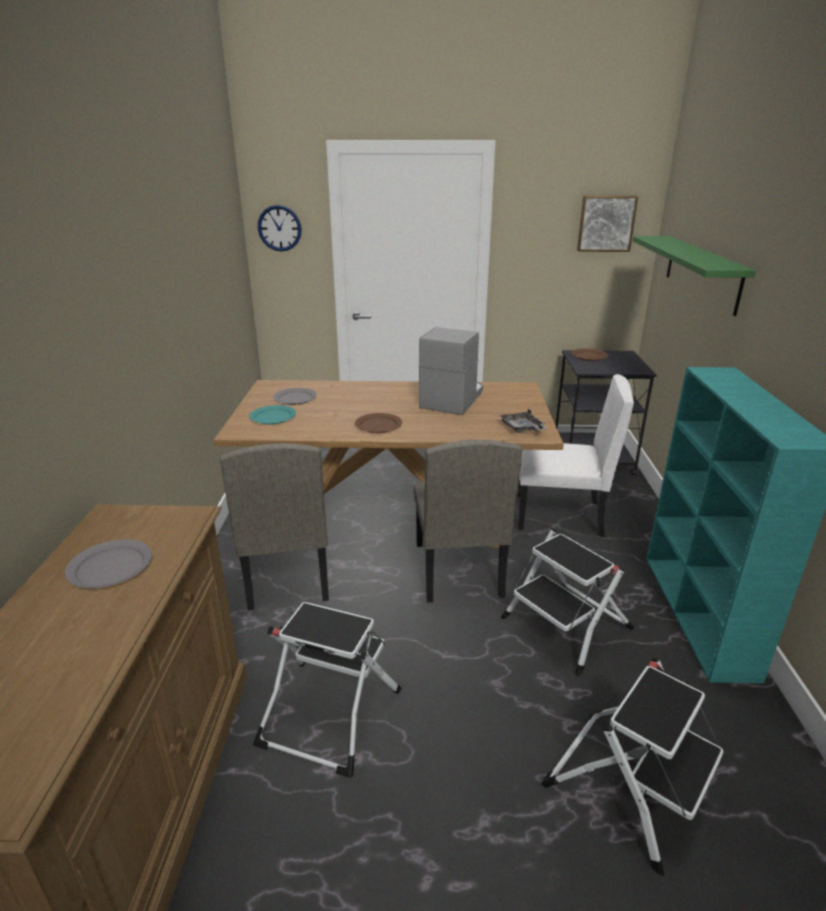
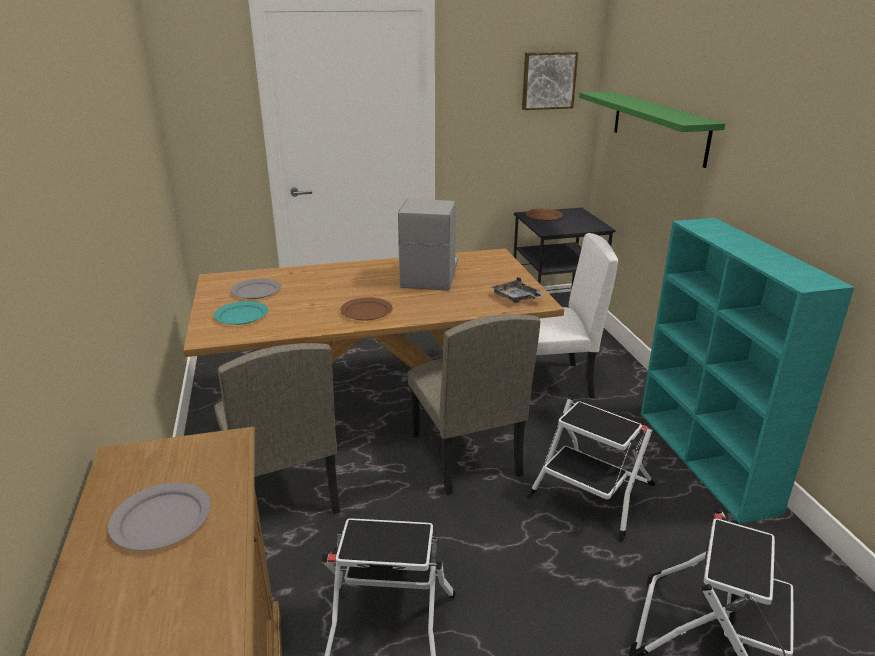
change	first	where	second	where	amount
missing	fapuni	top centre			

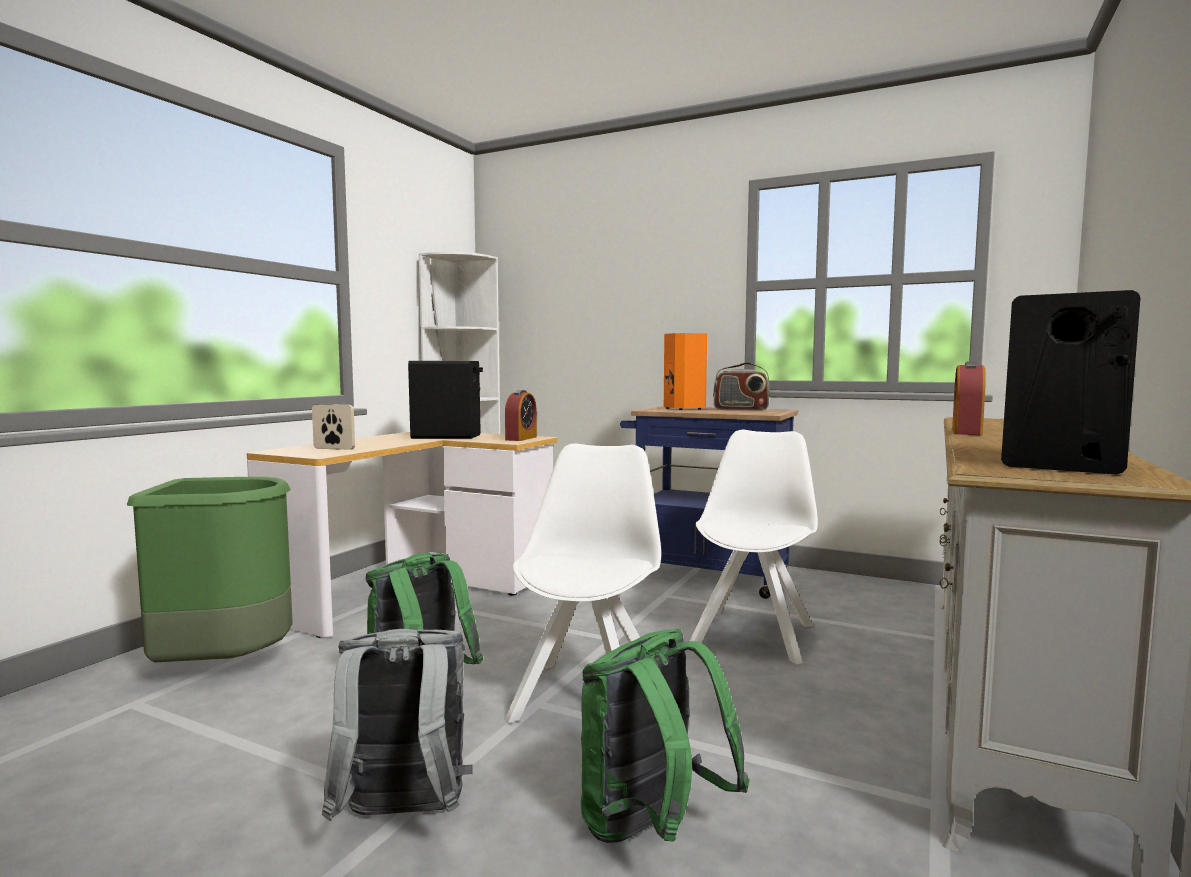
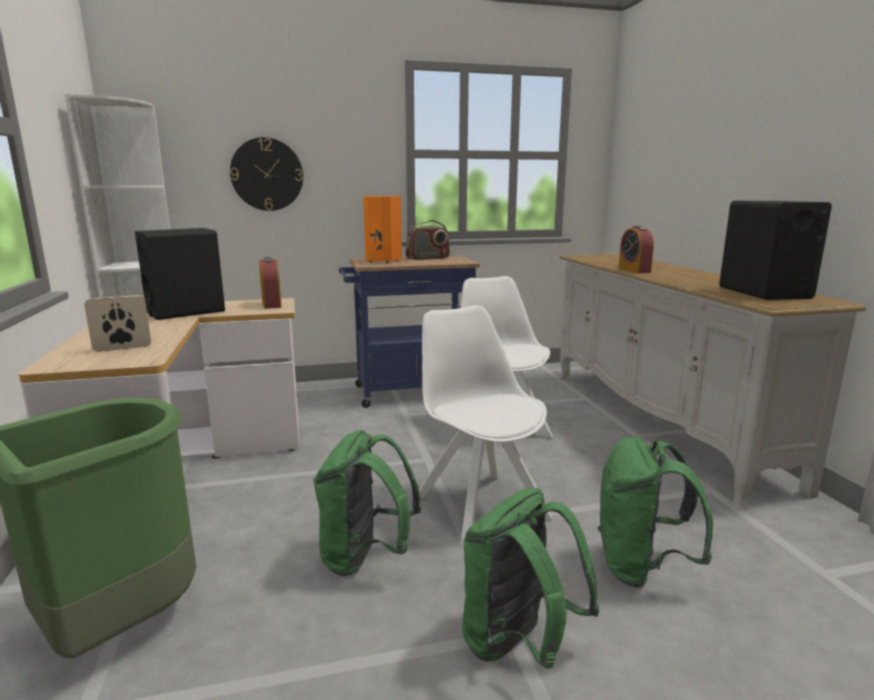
change	first	where	second	where	amount
appeared			fapuni	top left	
colour	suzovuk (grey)	bottom centre	suzovuk (green) (no. 2 from left)	bottom centre	

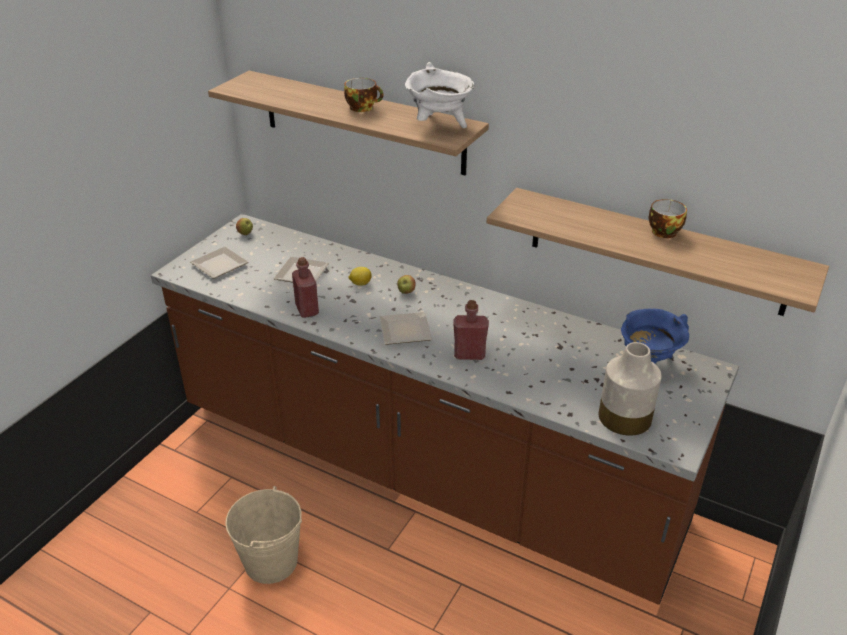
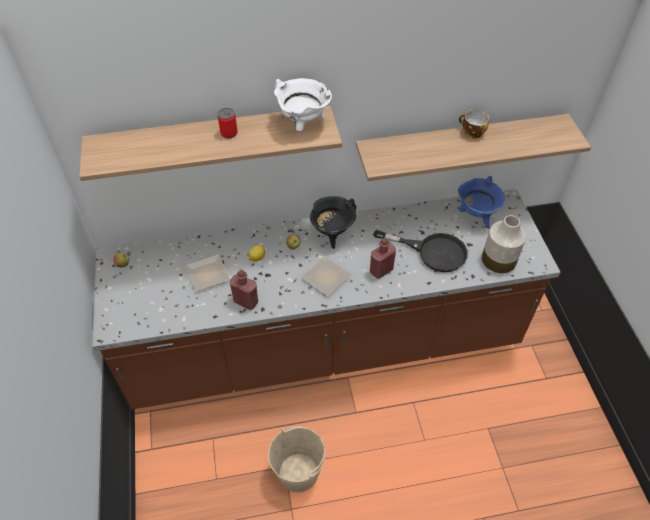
change	first	where	second	where	amount
exchanged	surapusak (no. 1 from left)	top centre	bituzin	top centre	
appeared			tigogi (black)	centre	
appeared			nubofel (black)	centre	
missing	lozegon (no. 1 from left)	middle left			

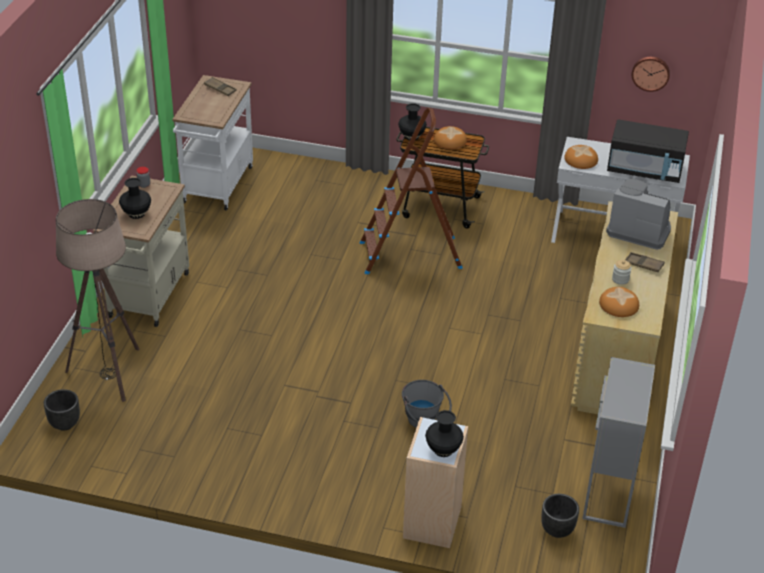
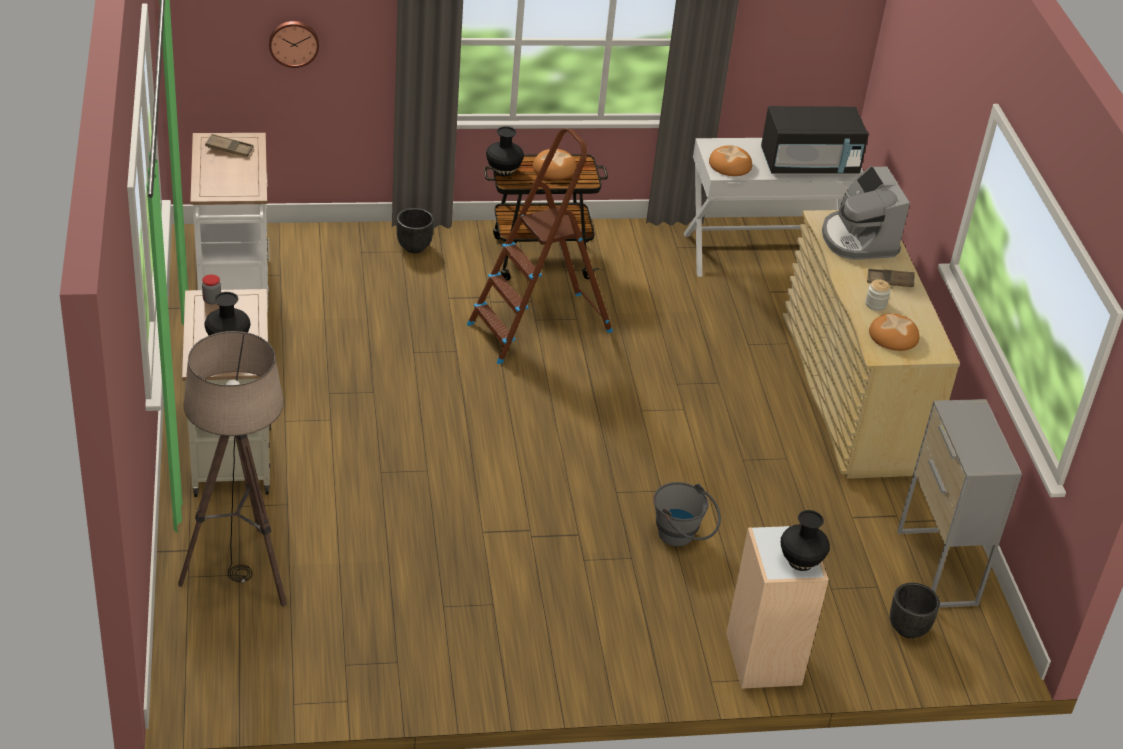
change	first	where	second	where	amount
relocated	fapuni	top right		top left	
relocated	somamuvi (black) (no. 1 from left)	bottom left		top centre	
spun	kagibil	middle right		top right	105 degrees counterclockwise

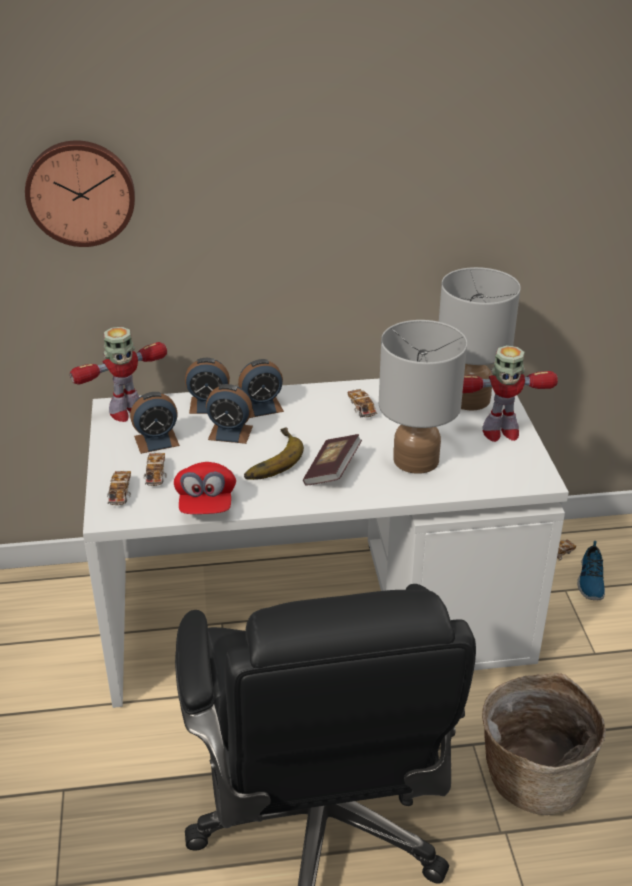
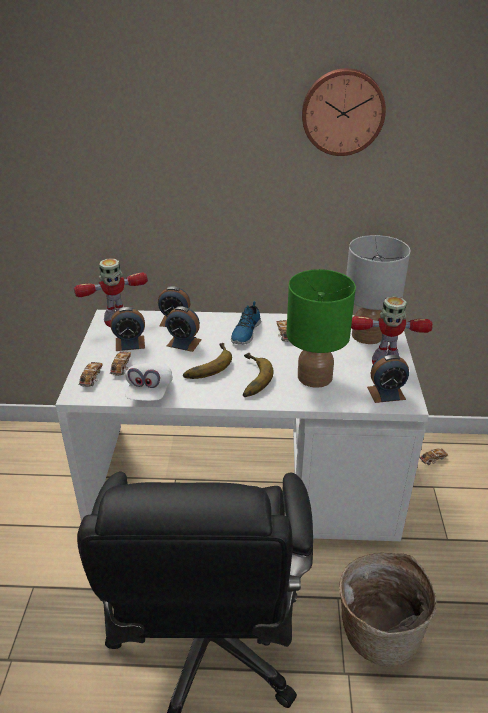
change	first	where	second	where	amount
colour	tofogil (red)	middle left	tofogil (white)	middle left	
relocated	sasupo	middle right		centre	
exchanged	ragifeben	centre	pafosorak (no. 2 from left)	centre	
colour	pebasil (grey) (no. 1 from left)	middle right	pebasil (green)	centre	
relocated	fapuni	top left		top right	
relocated	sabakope (no. 4 from left)	centre		middle right	

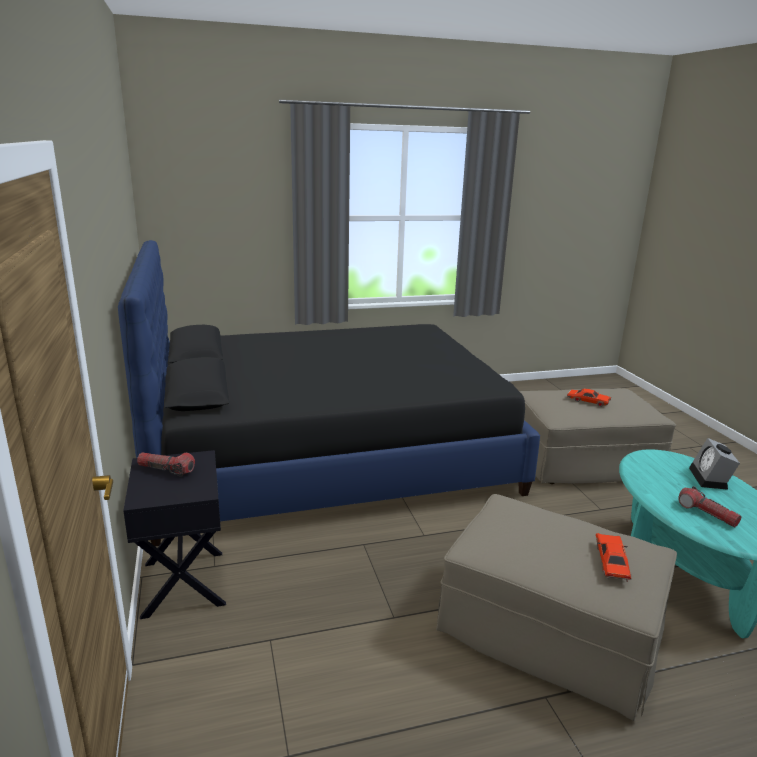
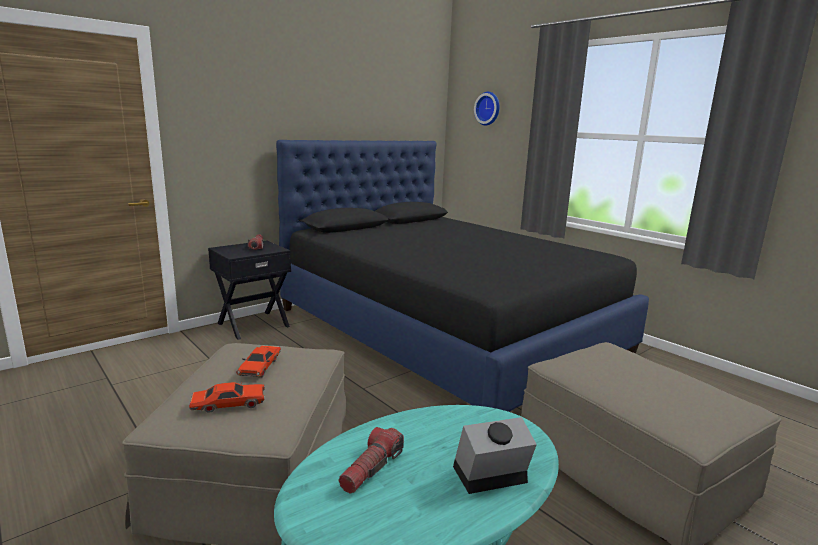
change	first	where	second	where	amount
relocated	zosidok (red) (no. 1 from left in the first image)	middle right	zosidok (red) (no. 2 from left)	middle left	
appeared			fapuni	top centre	

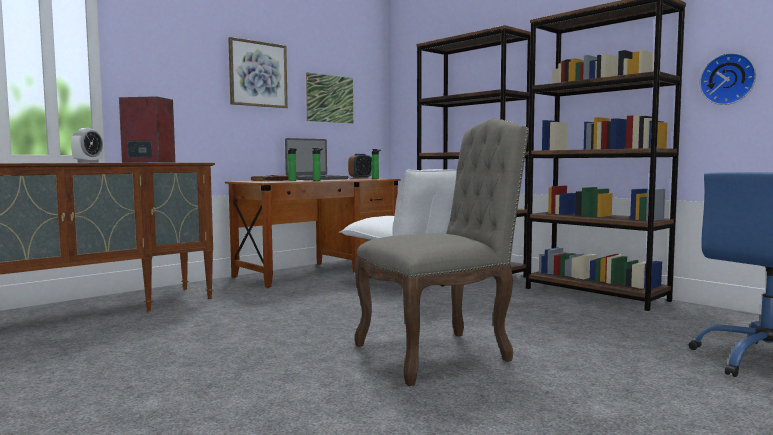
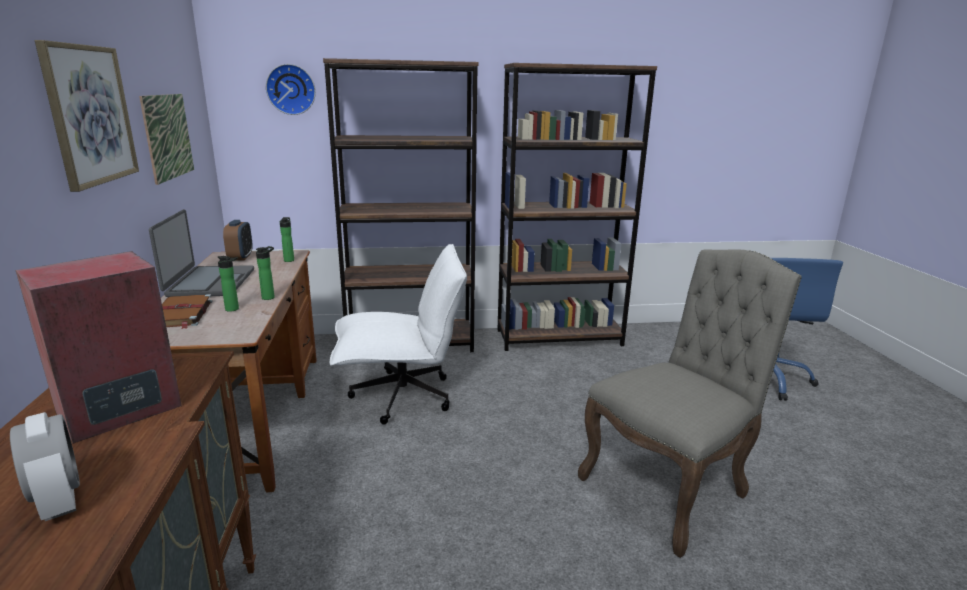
change	first	where	second	where	amount
relocated	fapuni	top right		top left	
spun	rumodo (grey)	centre		bottom right	45 degrees clockwise

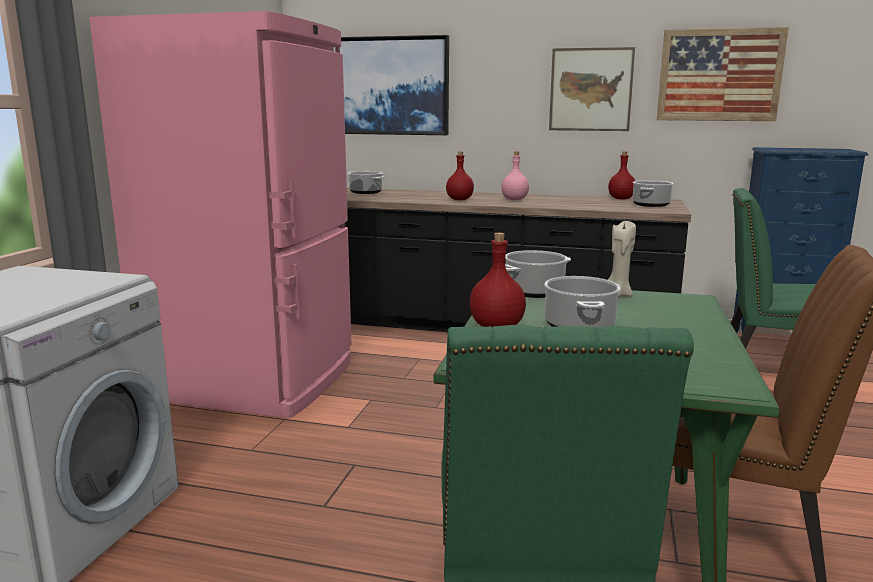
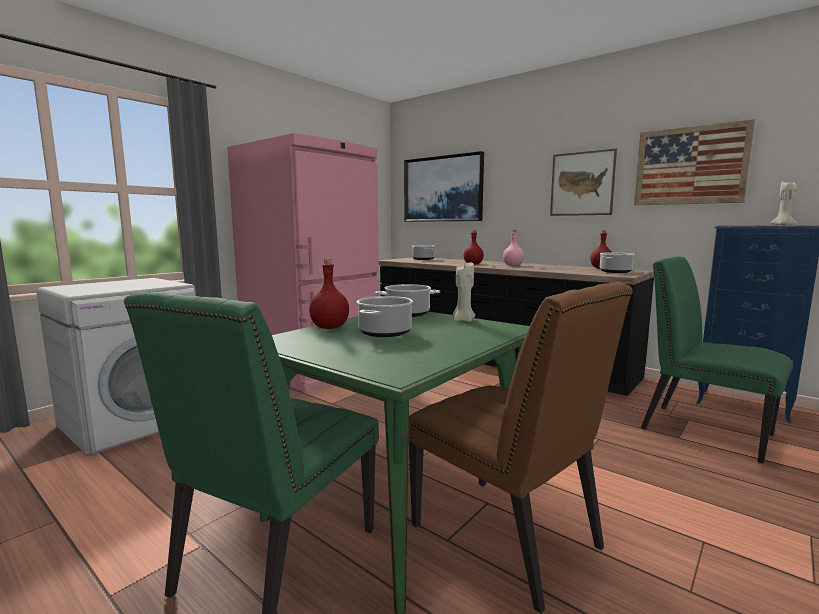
change	first	where	second	where	amount
appeared			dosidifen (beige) (no. 2 from left)	top right	

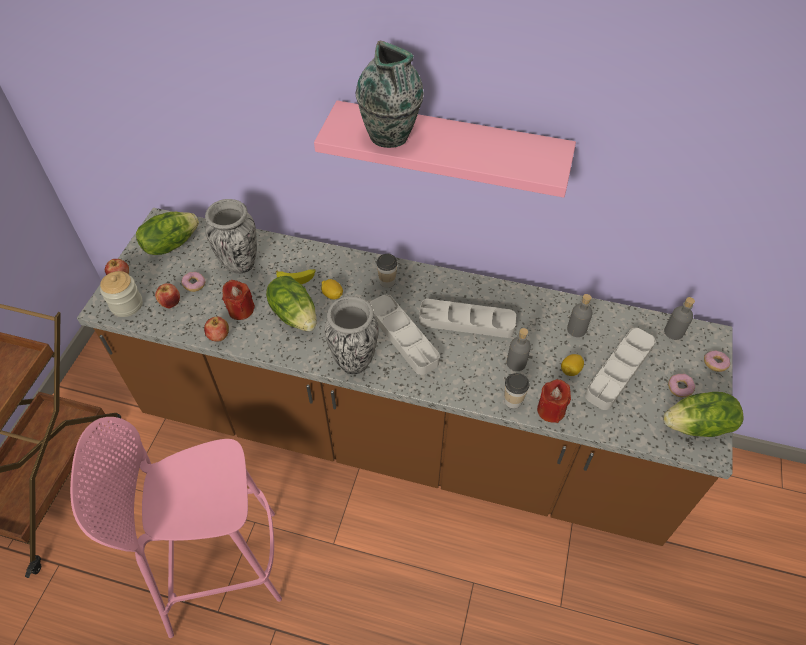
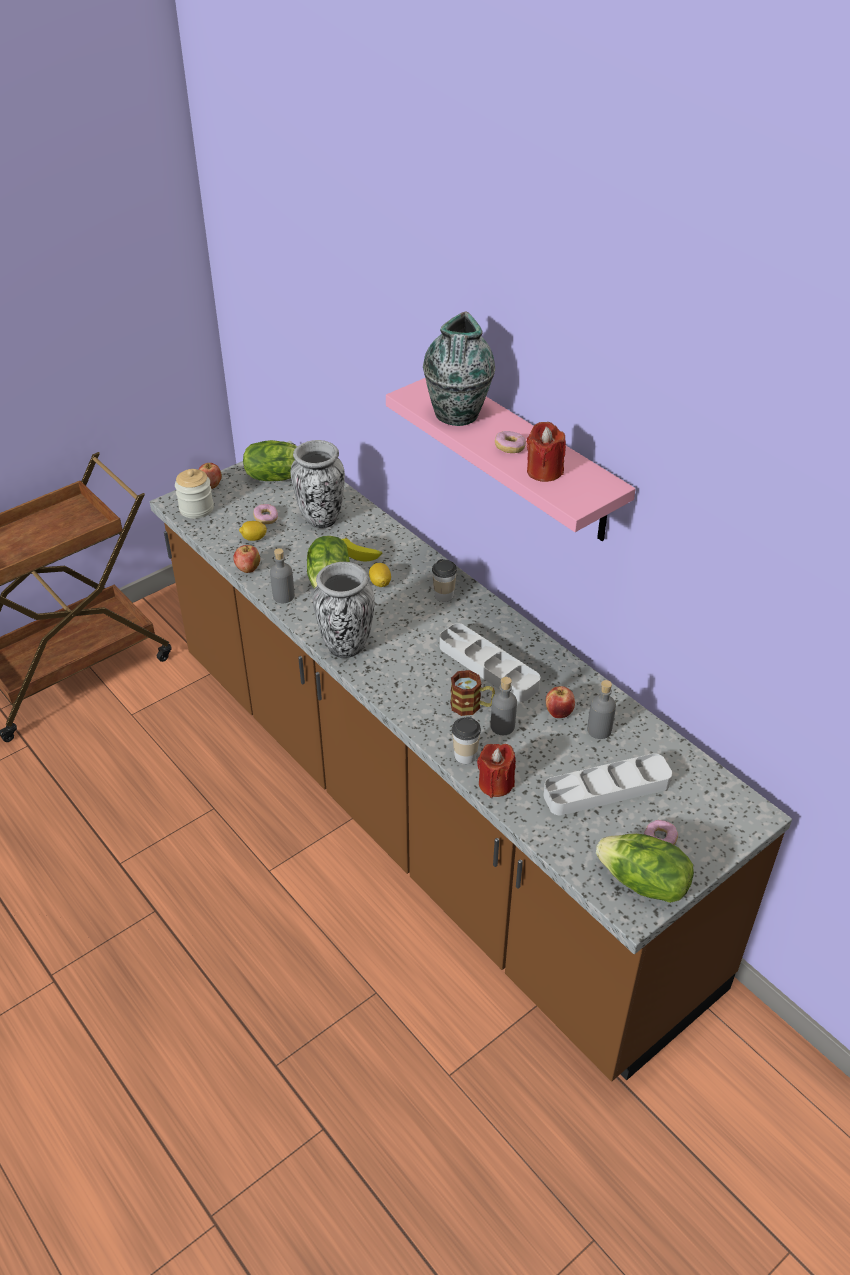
change	first	where	second	where	amount
relocated	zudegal (no. 2 from left in the first image)	middle right	zudegal (no. 1 from left)	middle left	
relocated	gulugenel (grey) (no. 3 from left in the first image)	middle right	gulugenel (grey) (no. 1 from left)	middle left	
appeared			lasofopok	centre	
relocated	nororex (no. 3 from left in the first image)	middle right	nororex (no. 2 from left)	centre	
relocated	dosidifen (red) (no. 1 from left in the first image)	middle left	dosidifen (red) (no. 2 from left)	centre	
relocated	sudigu (no. 2 from left in the first image)	middle left	sudigu (no. 3 from left)	centre	
missing	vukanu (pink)	bottom left			
missing	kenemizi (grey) (no. 1 from left)	centre			

